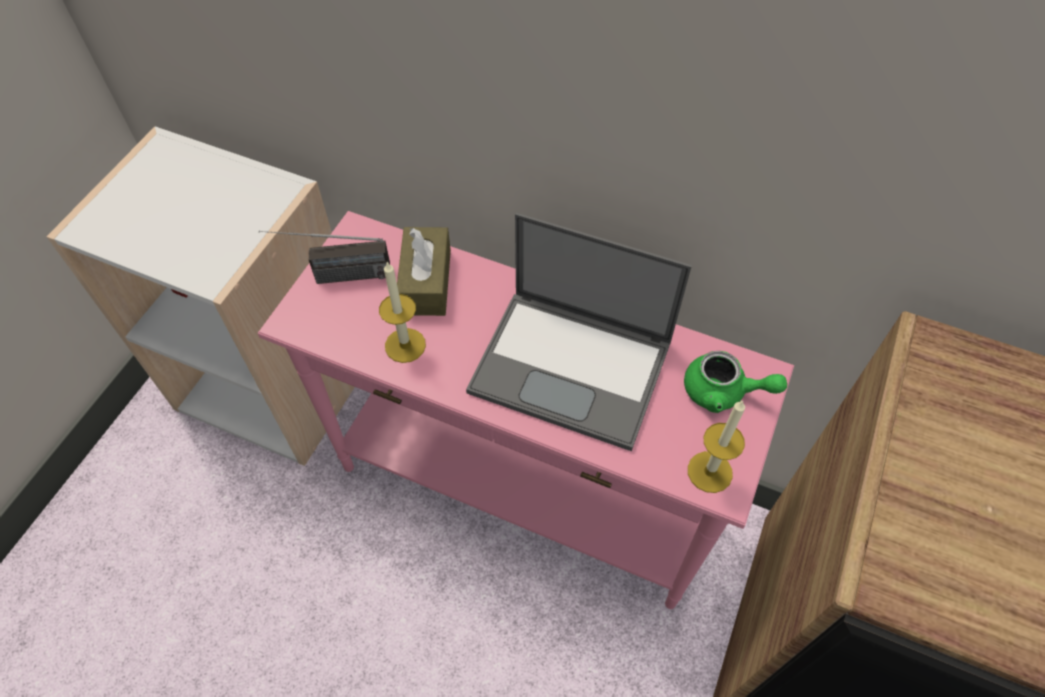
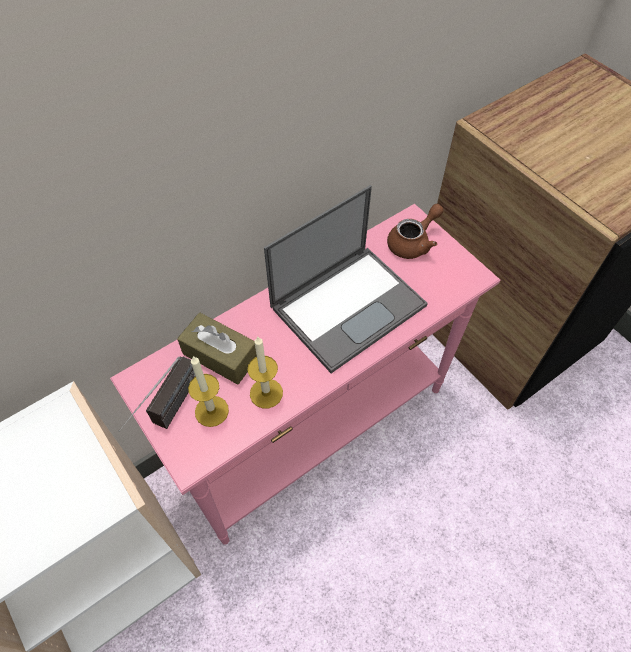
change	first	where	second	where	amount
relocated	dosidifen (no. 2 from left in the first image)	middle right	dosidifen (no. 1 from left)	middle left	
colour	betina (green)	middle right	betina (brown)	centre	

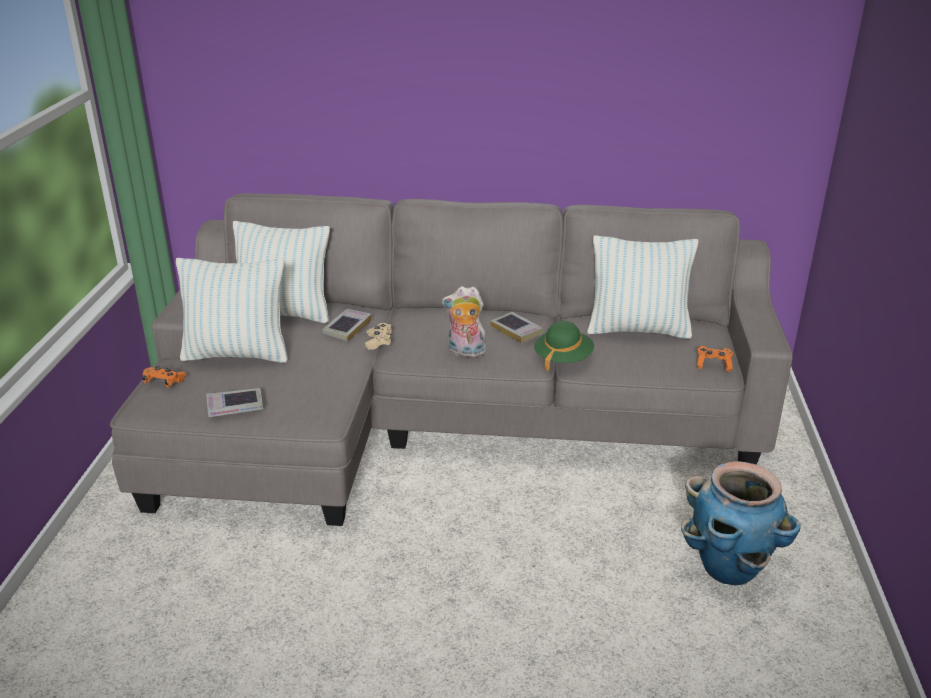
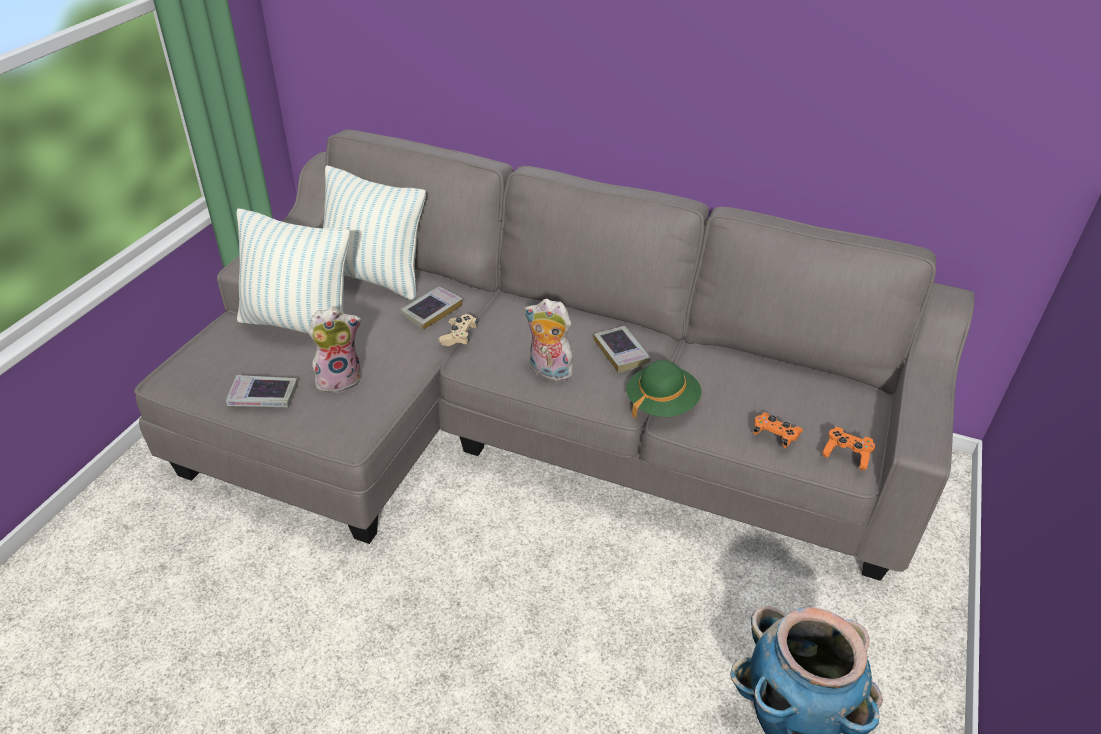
change	first	where	second	where	amount
appeared			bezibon (no. 1 from left)	middle left	
relocated	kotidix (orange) (no. 1 from left)	middle left		middle right	
missing	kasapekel (no. 3 from left)	middle right			

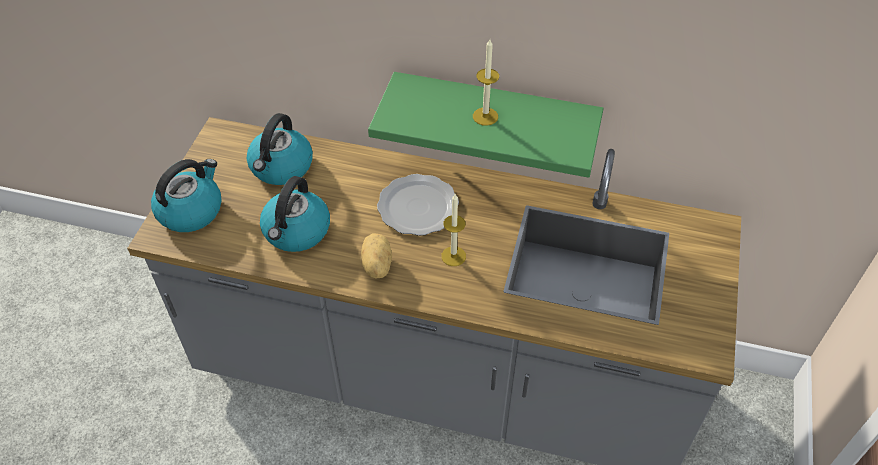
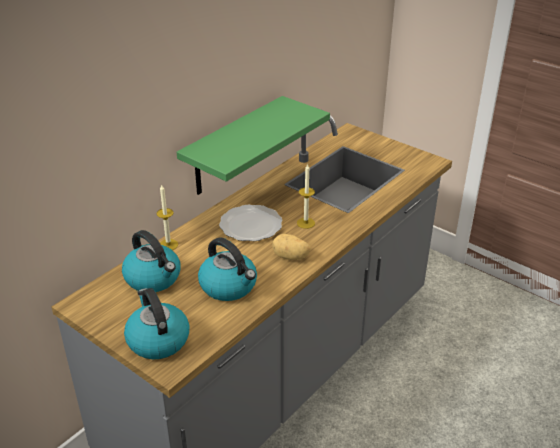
change	first	where	second	where	amount
relocated	dosidifen (no. 2 from left in the first image)	top centre	dosidifen (no. 1 from left)	middle left	

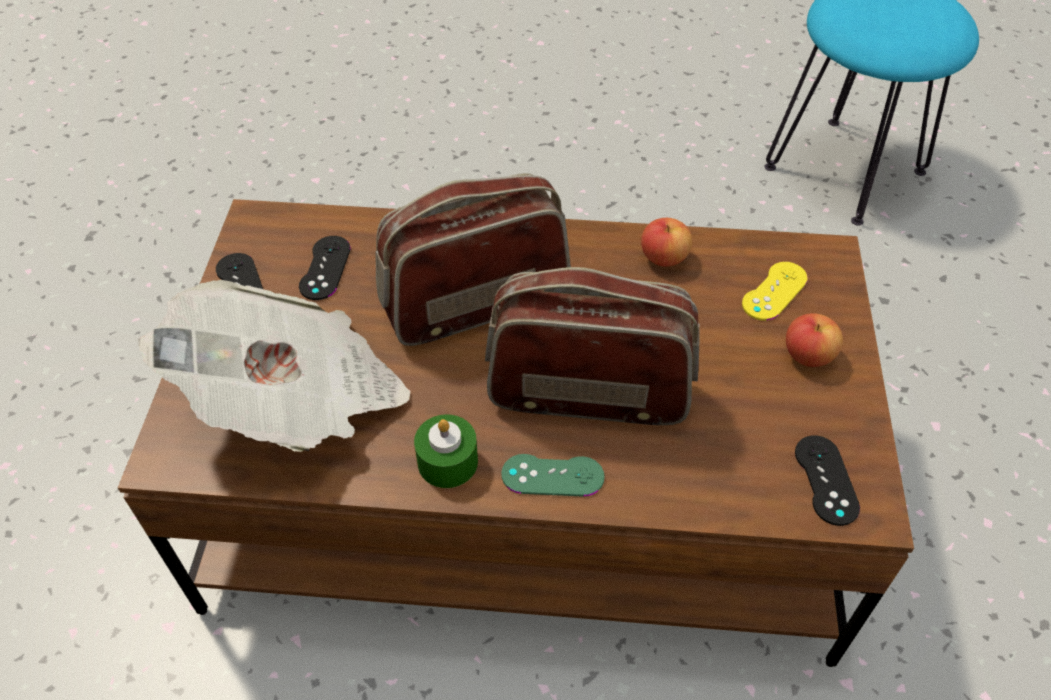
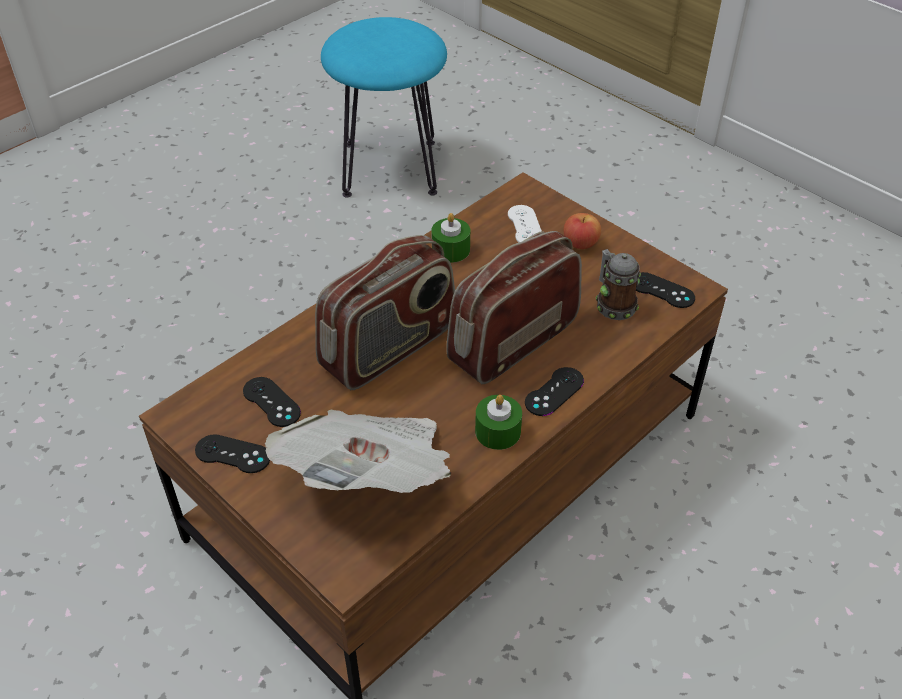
change	first	where	second	where	amount
spun	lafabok (no. 1 from left)	centre		centre	150 degrees counterclockwise
exchanged	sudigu (no. 1 from left)	centre	dosidifen (green) (no. 1 from left)	centre	
colour	kotidix (yellow)	middle right	kotidix (white)	top centre	
colour	kotidix (green)	bottom centre	kotidix (black) (no. 3 from left)	centre	
appeared			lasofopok	middle right	

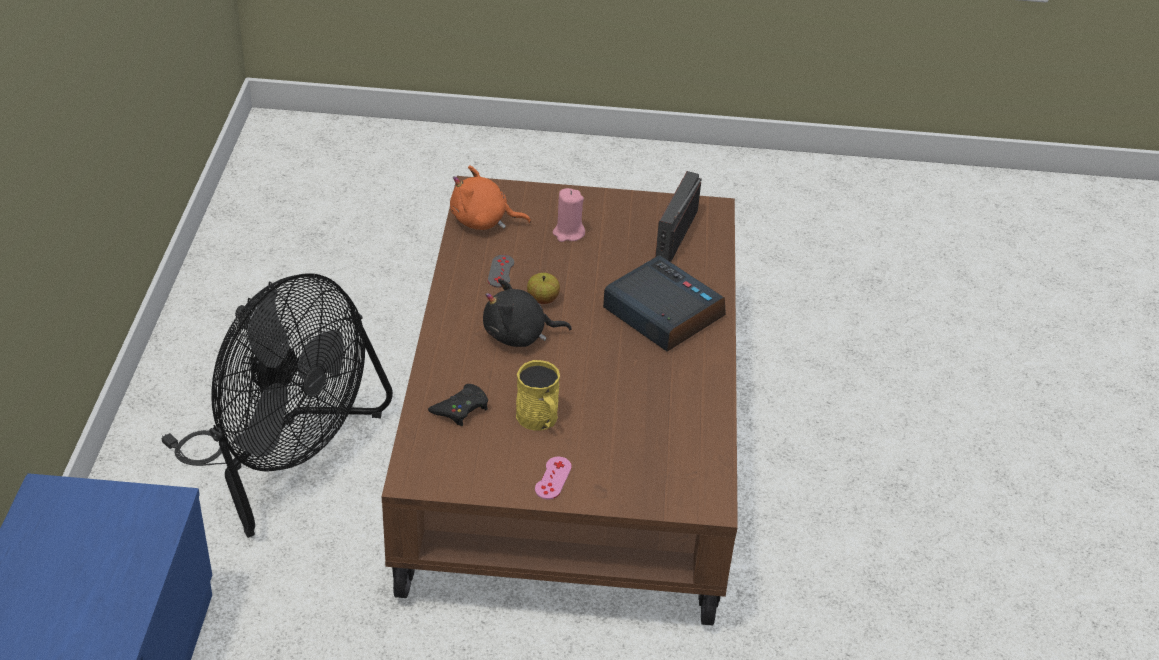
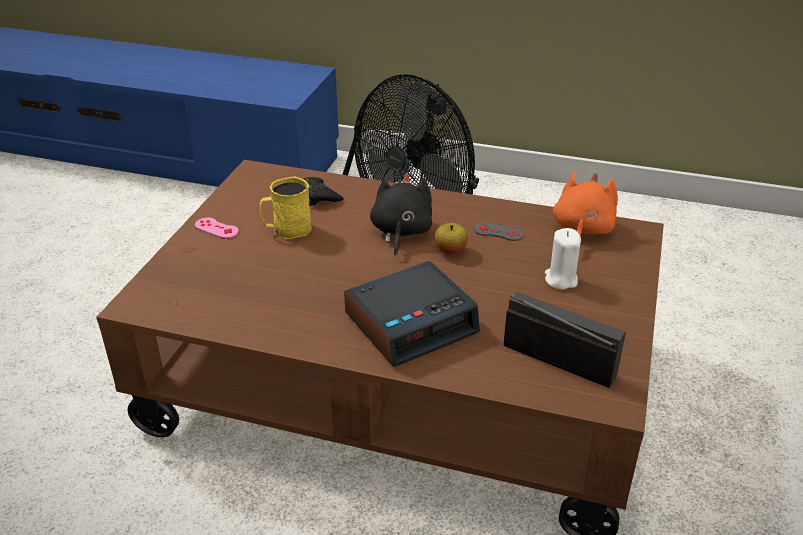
change	first	where	second	where	amount
colour	dosidifen (pink)	top centre	dosidifen (white)	middle right	

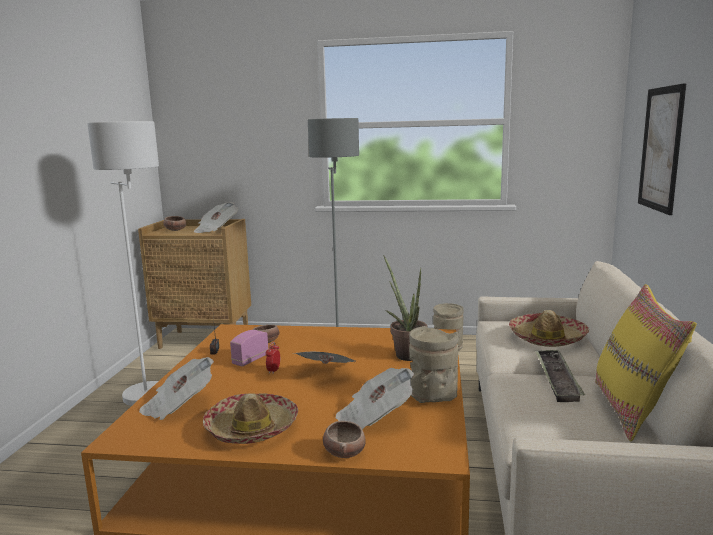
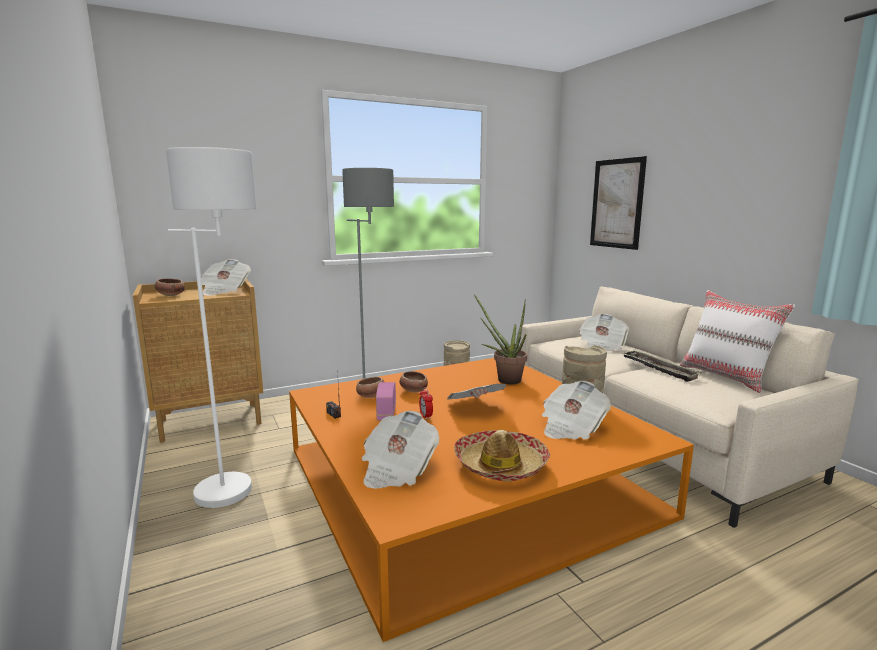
change	first	where	second	where	amount
relocated	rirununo (no. 3 from left)	bottom centre		centre	
exchanged	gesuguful (no. 2 from left)	middle right	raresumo (no. 5 from left)	middle right	
colour	kasapekel (yellow)	bottom right	kasapekel (white)	middle right	

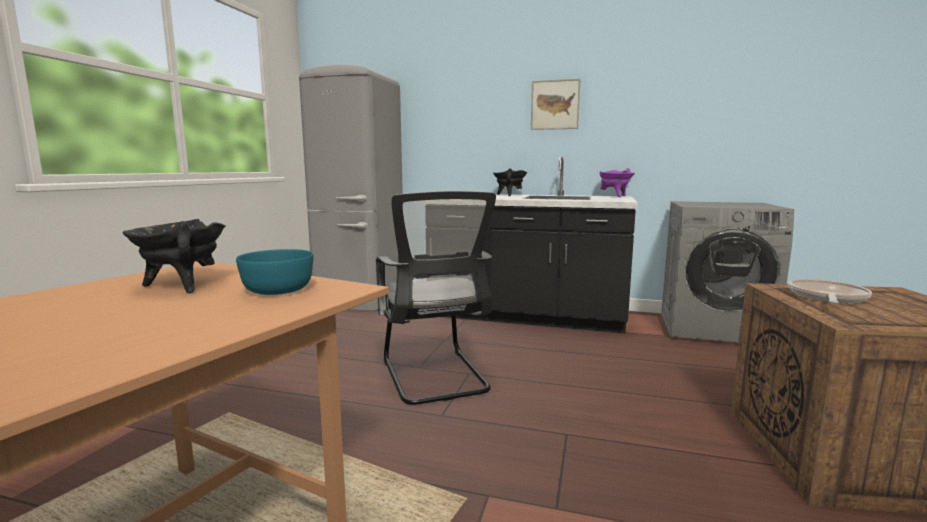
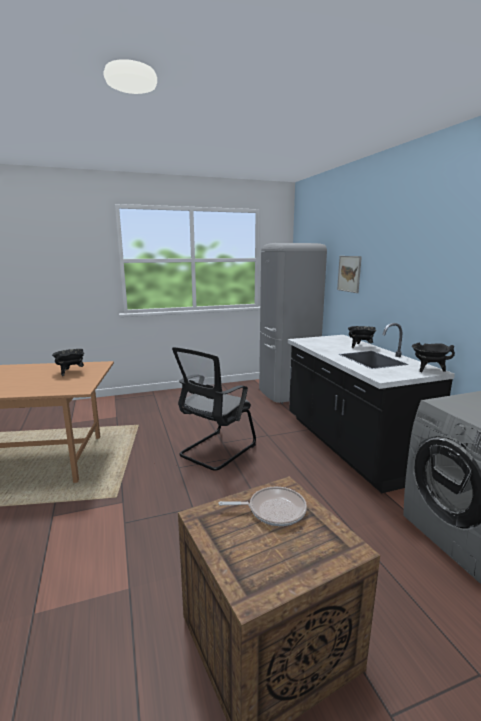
change	first	where	second	where	amount
relocated	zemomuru	top centre		middle right	
colour	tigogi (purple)	centre	tigogi (black) (no. 3 from left)	middle right	
missing	rirununo (turquoise)	middle left			

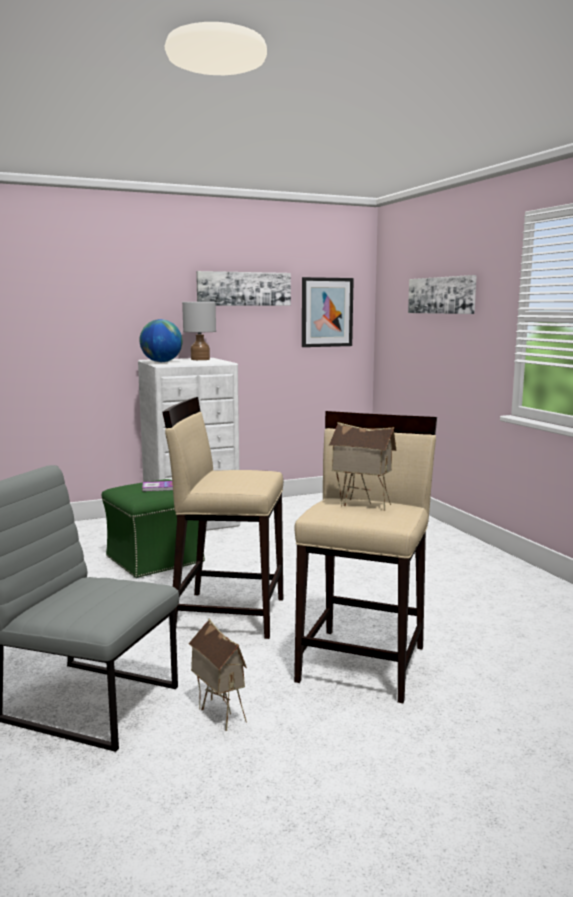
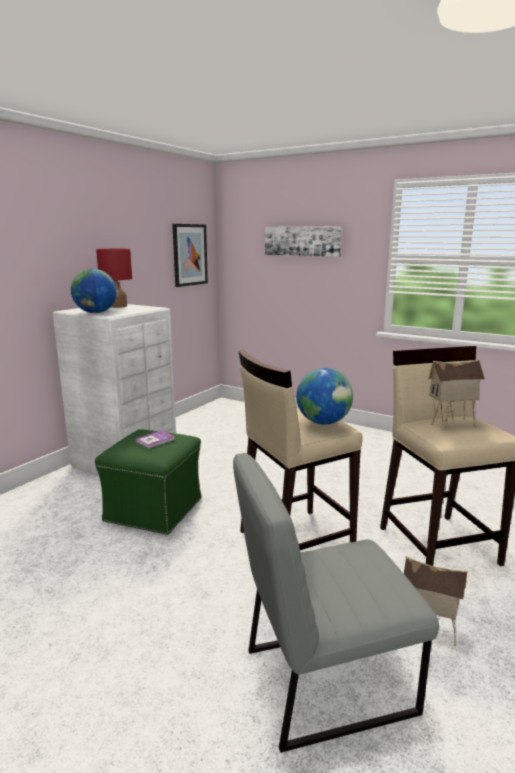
change	first	where	second	where	amount
colour	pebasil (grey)	centre	pebasil (red)	middle left	
appeared			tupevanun (no. 2 from left)	centre	
missing	zemomuru (no. 1 from left)	top centre			

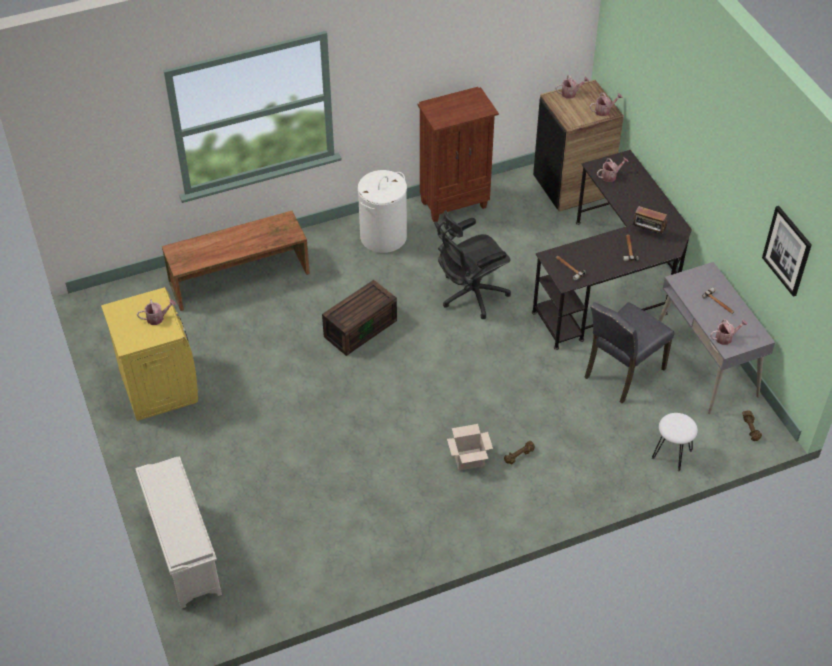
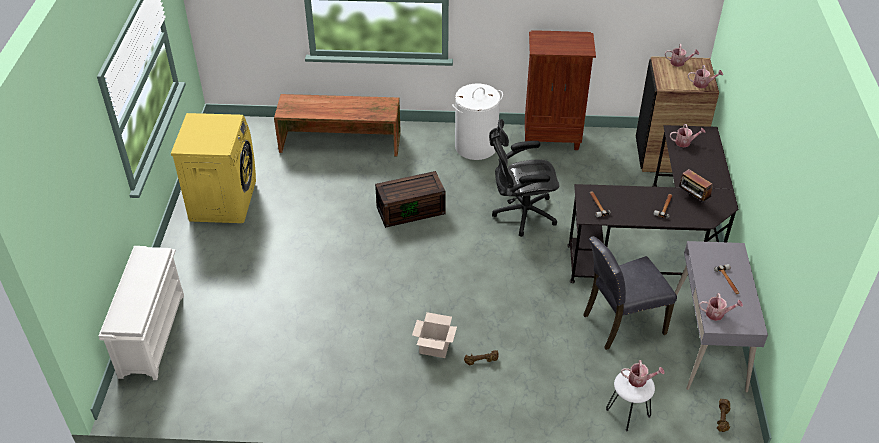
change	first	where	second	where	amount
relocated	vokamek (no. 1 from left)	middle left		bottom right	
missing	zemomuru	middle right			

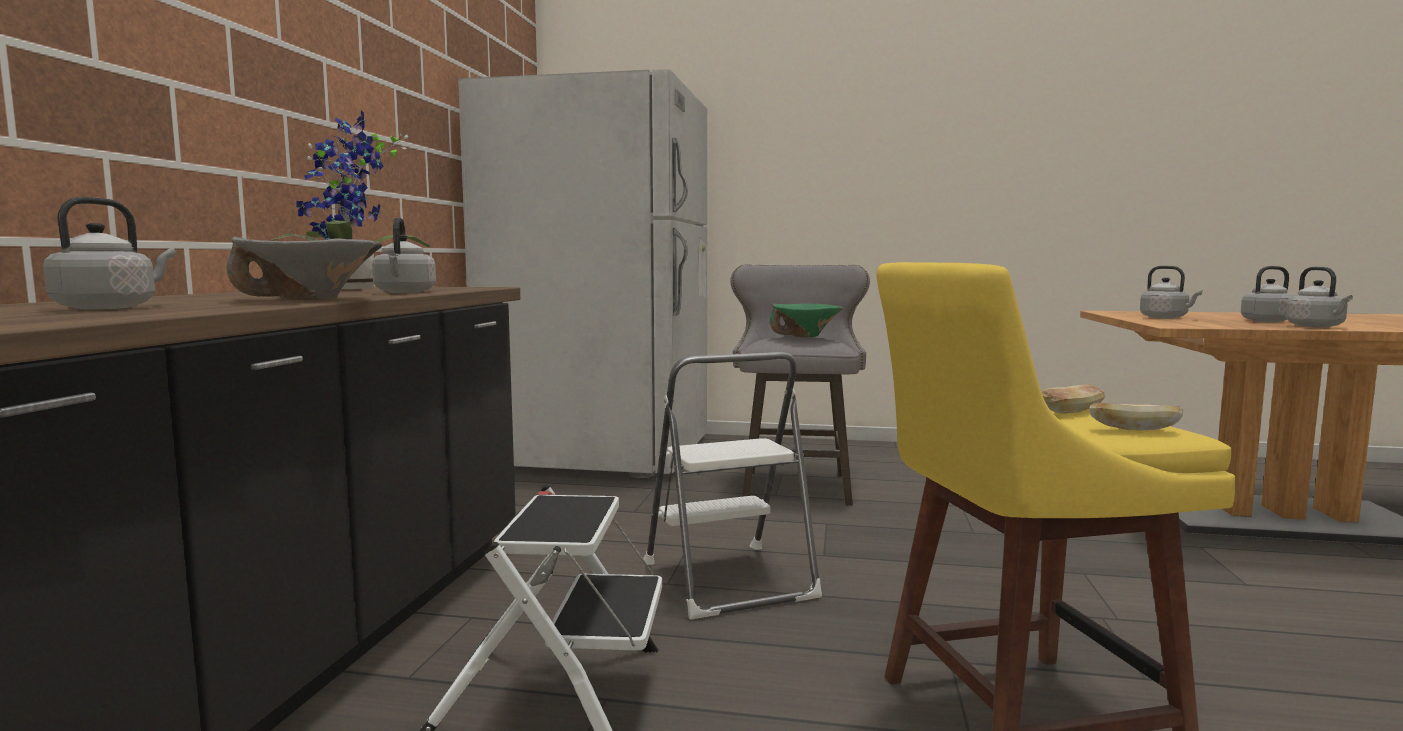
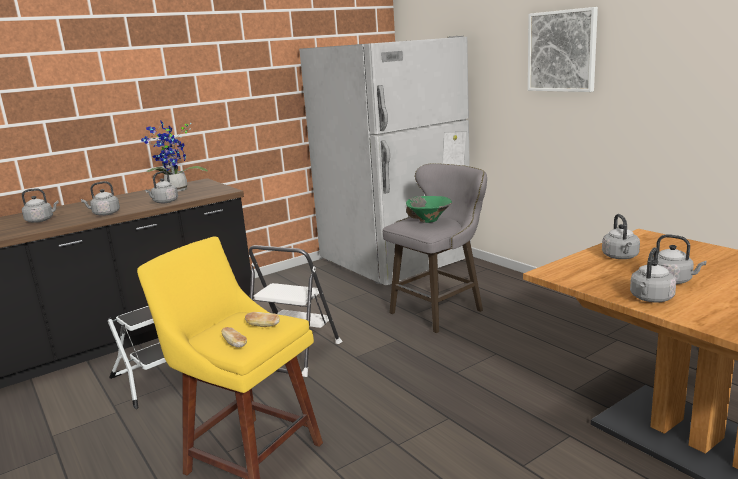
change	first	where	second	where	amount
exchanged	rirununo (grey)	middle left	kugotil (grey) (no. 2 from left)	middle left	
appeared			zemomuru	top right	

